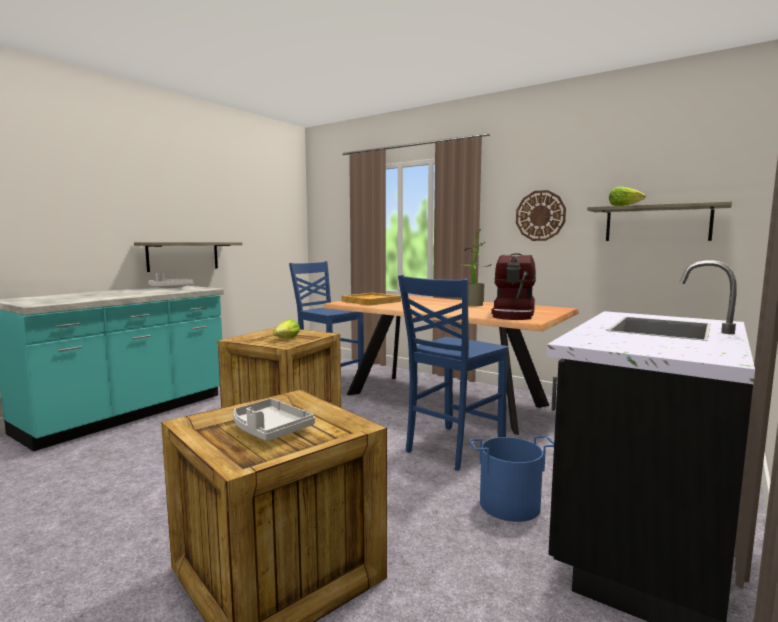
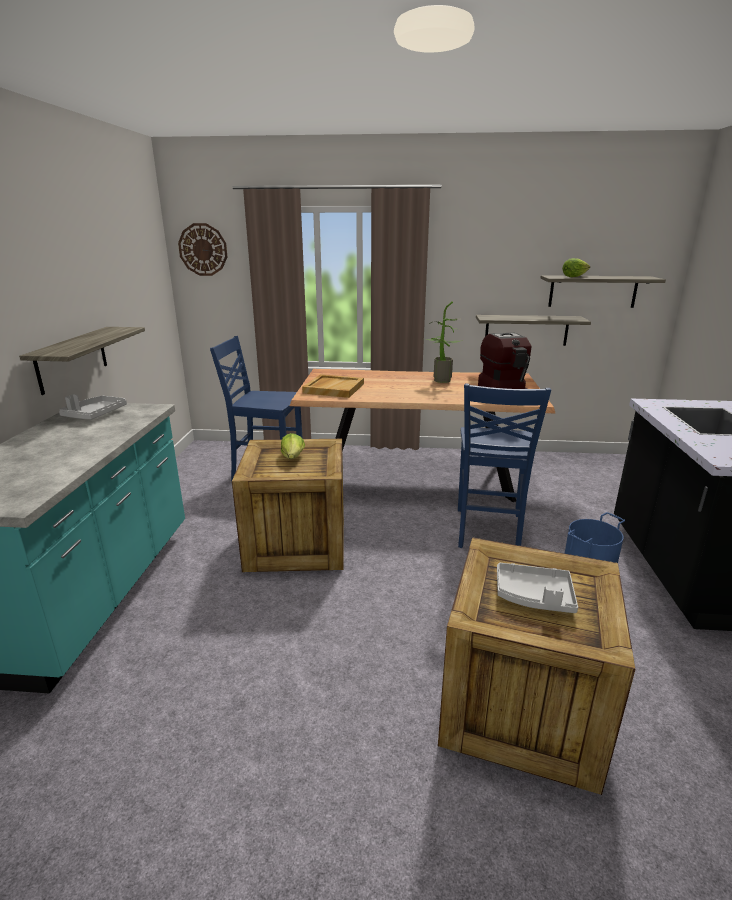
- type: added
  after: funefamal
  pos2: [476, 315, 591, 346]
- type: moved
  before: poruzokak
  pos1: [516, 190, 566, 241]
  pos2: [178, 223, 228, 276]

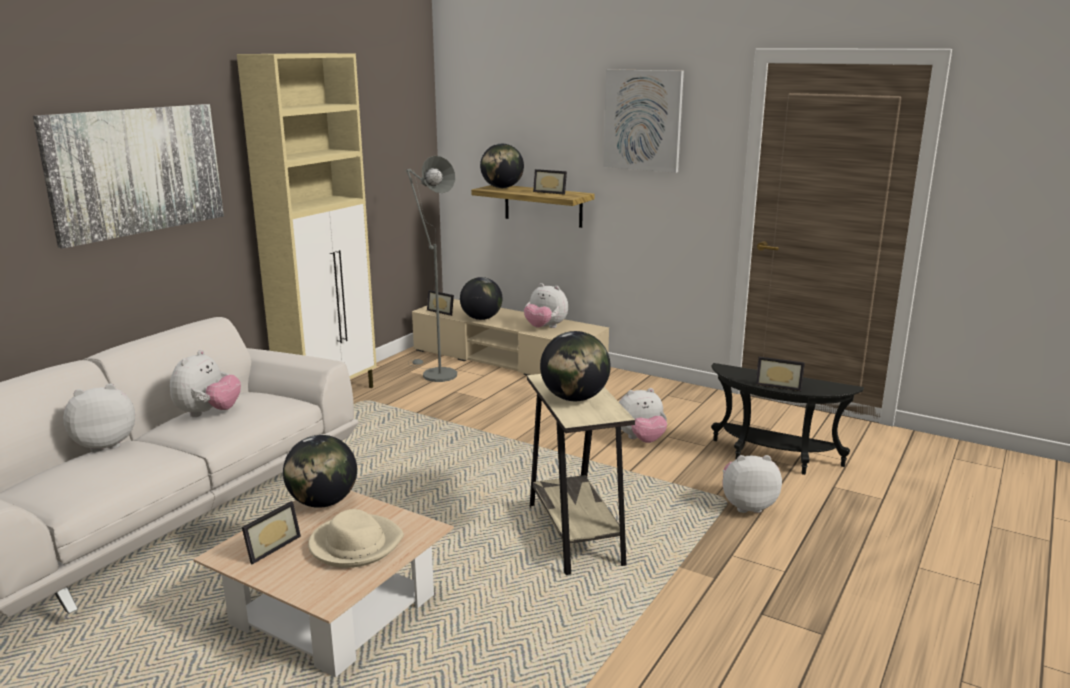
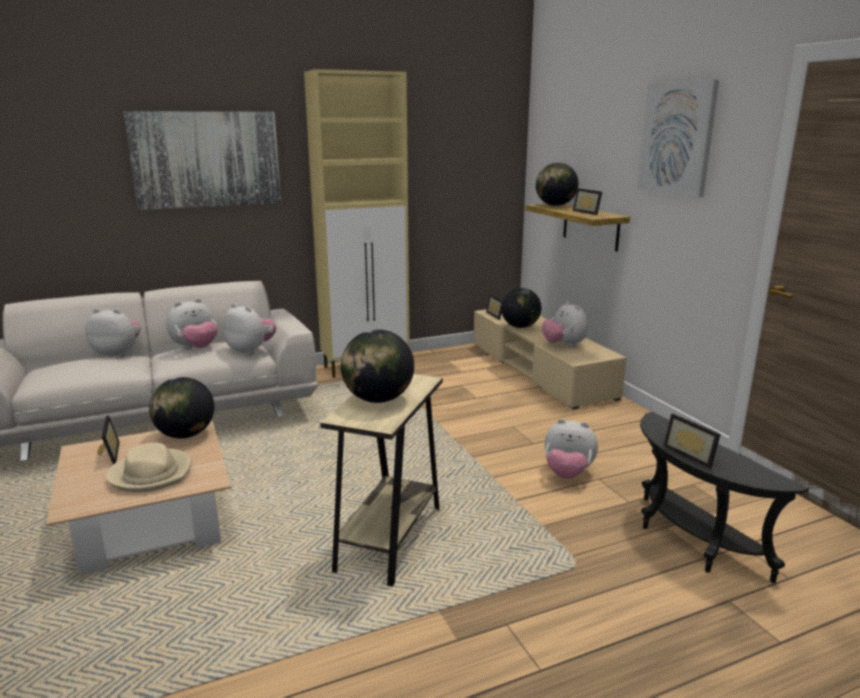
- type: removed
  before: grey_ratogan
  pos1: [406, 156, 457, 382]
- type: moved
  before: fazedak
  pos1: [723, 455, 782, 513]
  pos2: [223, 303, 276, 355]
- type: turned
  before: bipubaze
  pos1: [242, 501, 301, 564]
  pos2: [97, 415, 120, 465]
  turn: -90

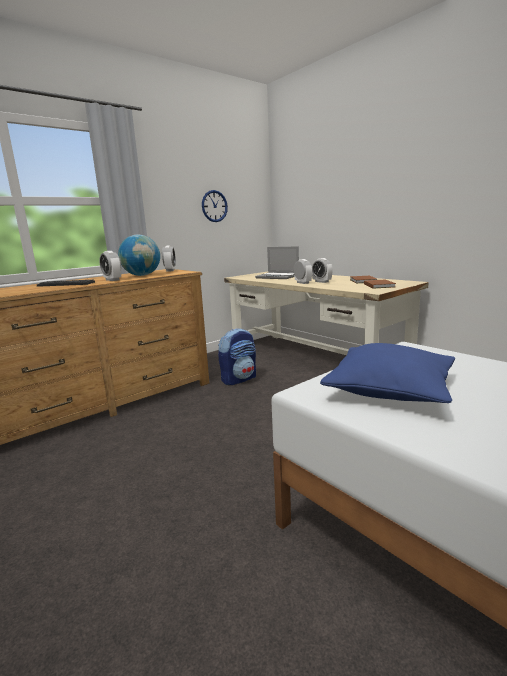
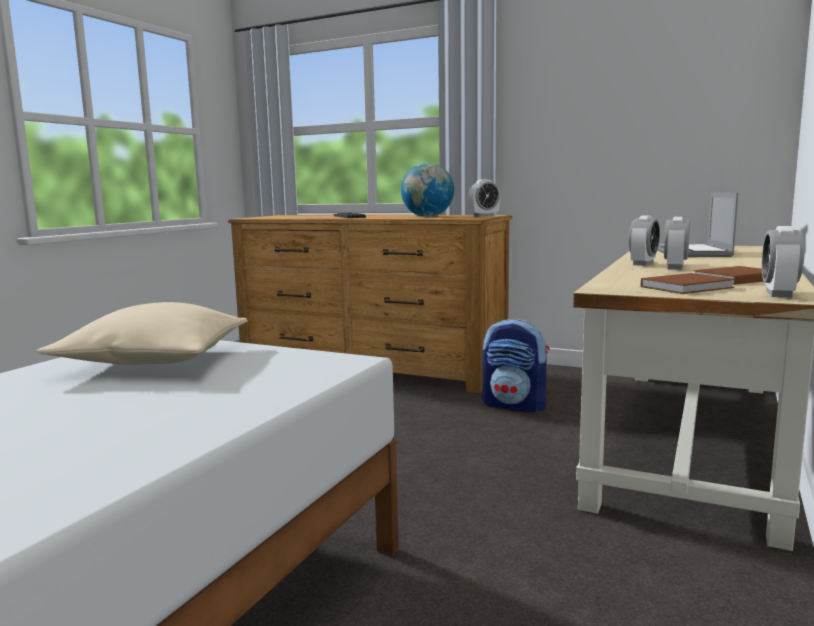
- type: removed
  before: poruzokak
  pos1: [202, 190, 228, 222]
- type: moved
  before: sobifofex
  pos1: [99, 251, 121, 281]
  pos2: [762, 226, 805, 298]
- type: recoloured
  before: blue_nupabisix
  after: beige_nupabisix
  pos1: [320, 343, 455, 403]
  pos2: [36, 302, 248, 365]

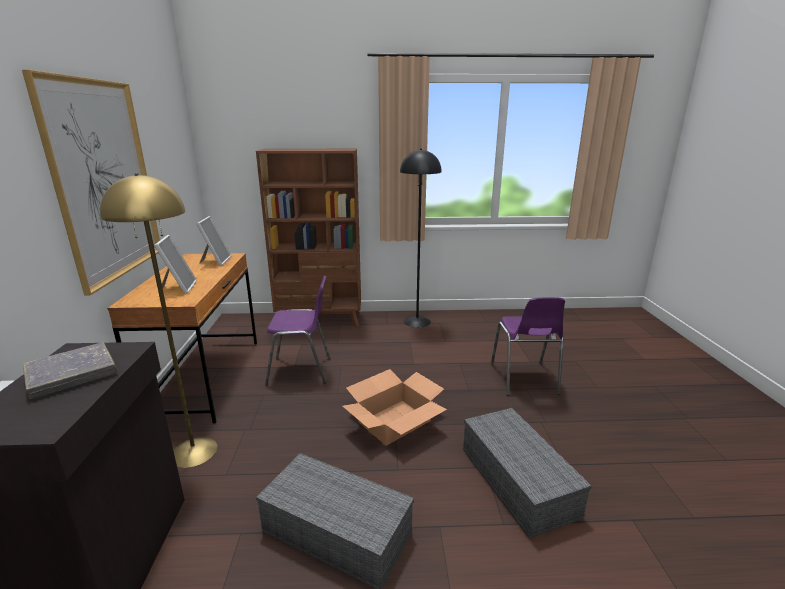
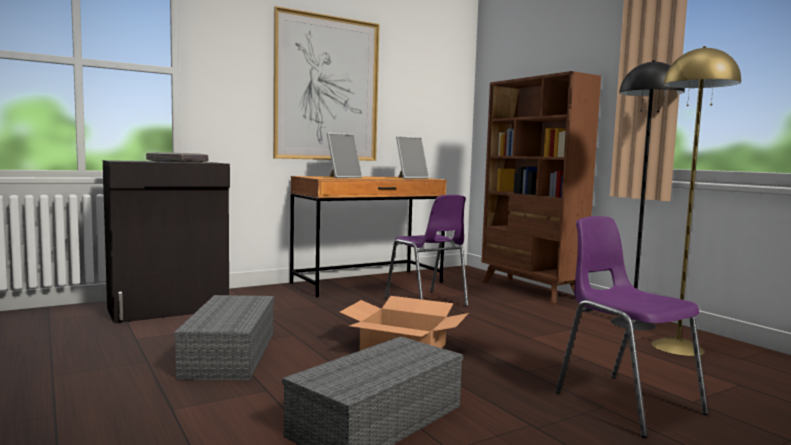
- type: moved
  before: yellow_ratogan
  pos1: [100, 173, 218, 468]
  pos2: [652, 46, 741, 356]
- type: turned
  before: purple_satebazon
  pos1: [491, 297, 565, 396]
  pos2: [555, 216, 709, 438]
  turn: 90

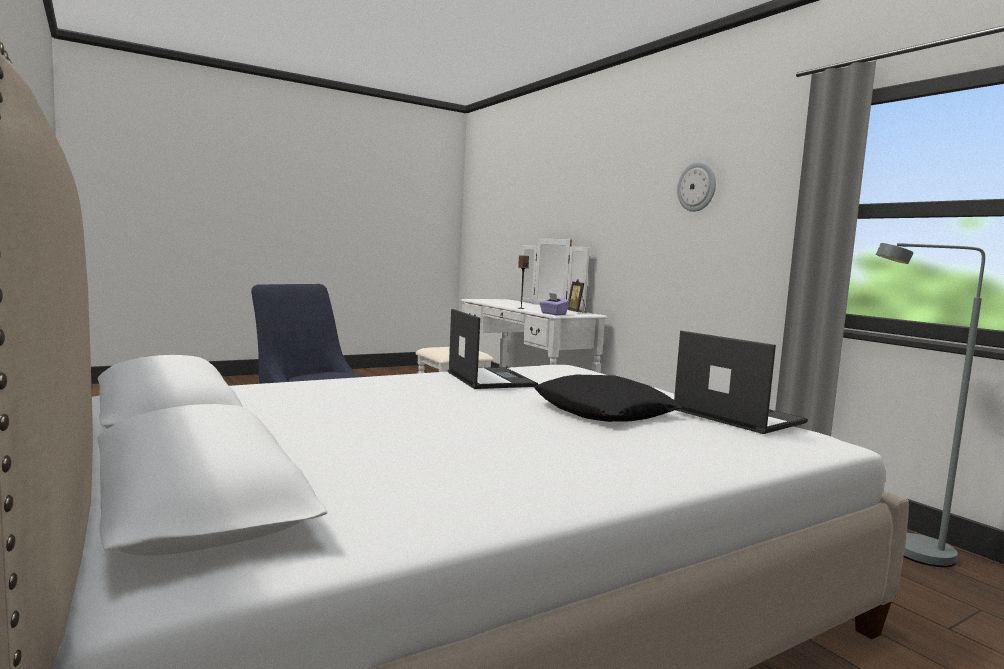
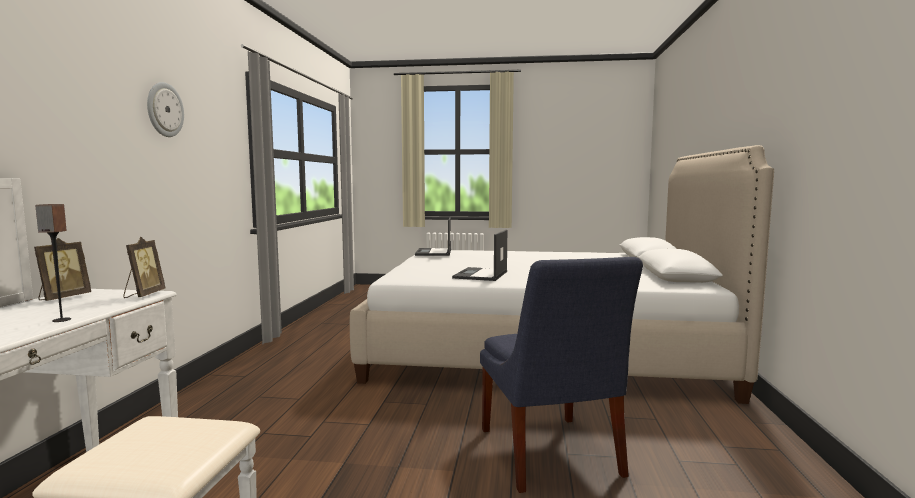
- type: removed
  before: black_nupabisix
  pos1: [534, 375, 682, 422]
- type: removed
  before: grey_ratogan
  pos1: [876, 243, 985, 567]
- type: replaced
  before: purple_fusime
  after: bipubaze
  pos1: [540, 293, 569, 315]
  pos2: [123, 237, 166, 298]

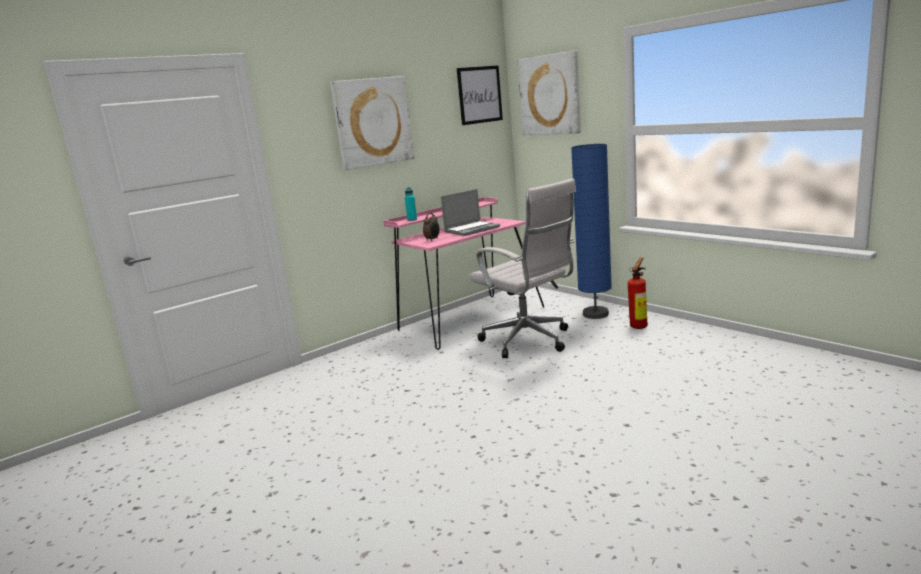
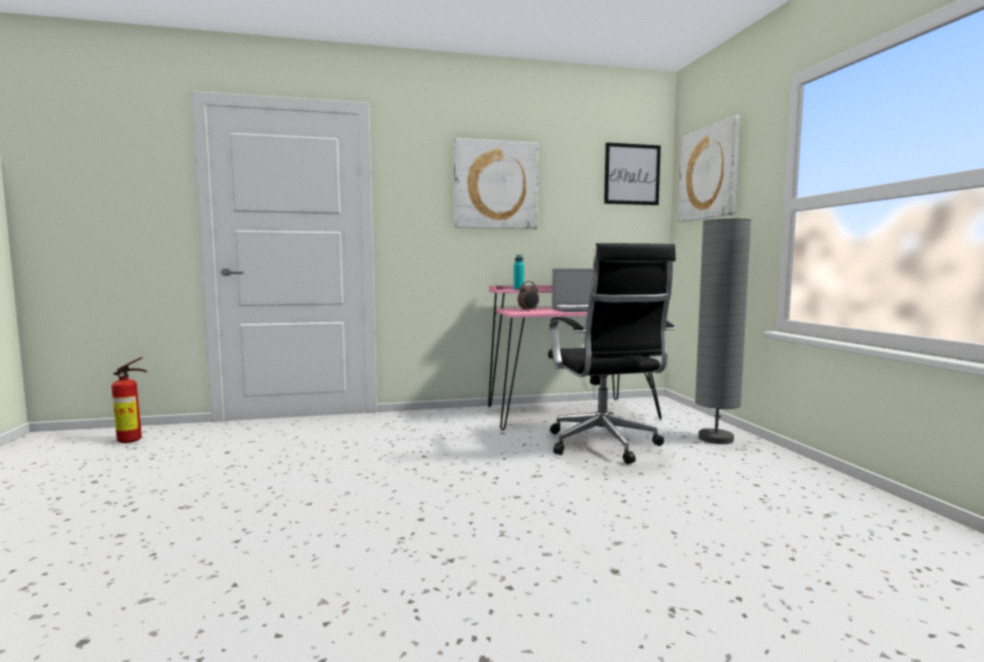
- type: moved
  before: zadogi
  pos1: [628, 258, 648, 329]
  pos2: [111, 357, 147, 443]
- type: recoloured
  before: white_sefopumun
  after: black_sefopumun
  pos1: [469, 178, 576, 358]
  pos2: [548, 243, 676, 464]
- type: recoloured
  before: blue_ratogan
  after: grey_ratogan
  pos1: [571, 144, 612, 319]
  pos2: [695, 218, 751, 444]

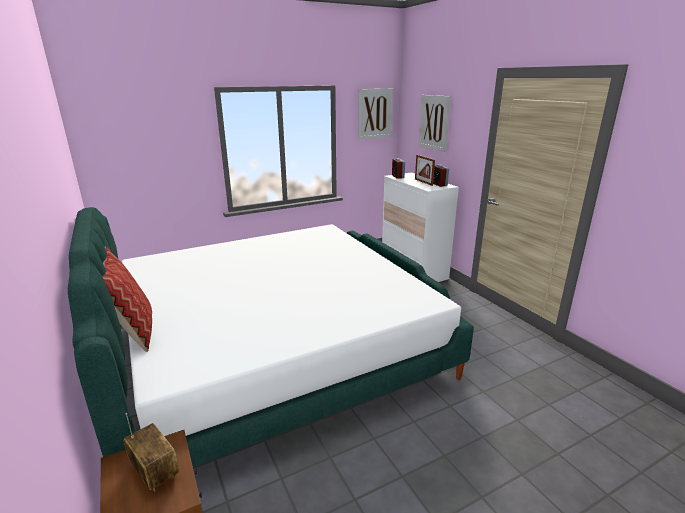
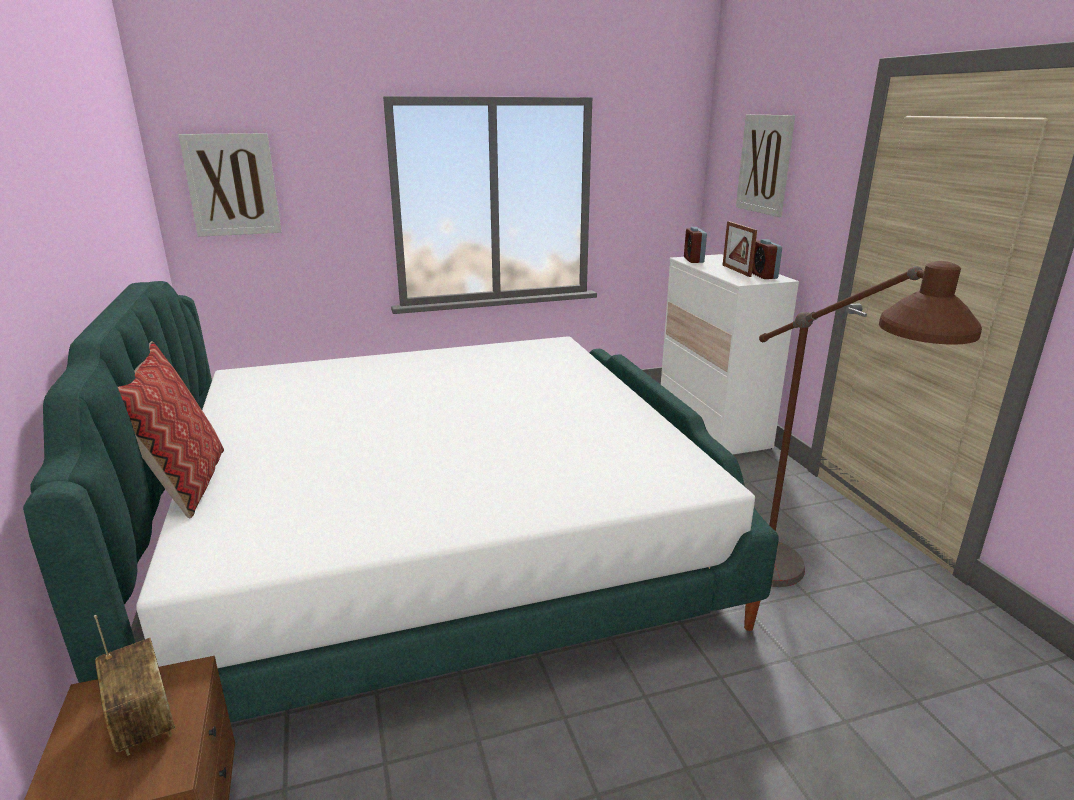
- type: added
  after: brown_ratogan
  pos2: [759, 261, 982, 587]
- type: moved
  before: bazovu
  pos1: [358, 89, 393, 140]
  pos2: [178, 133, 281, 237]

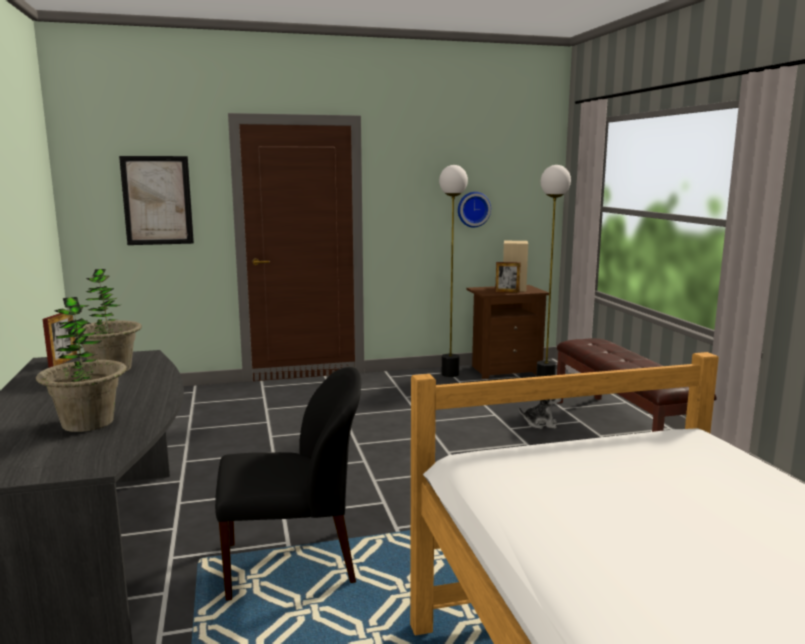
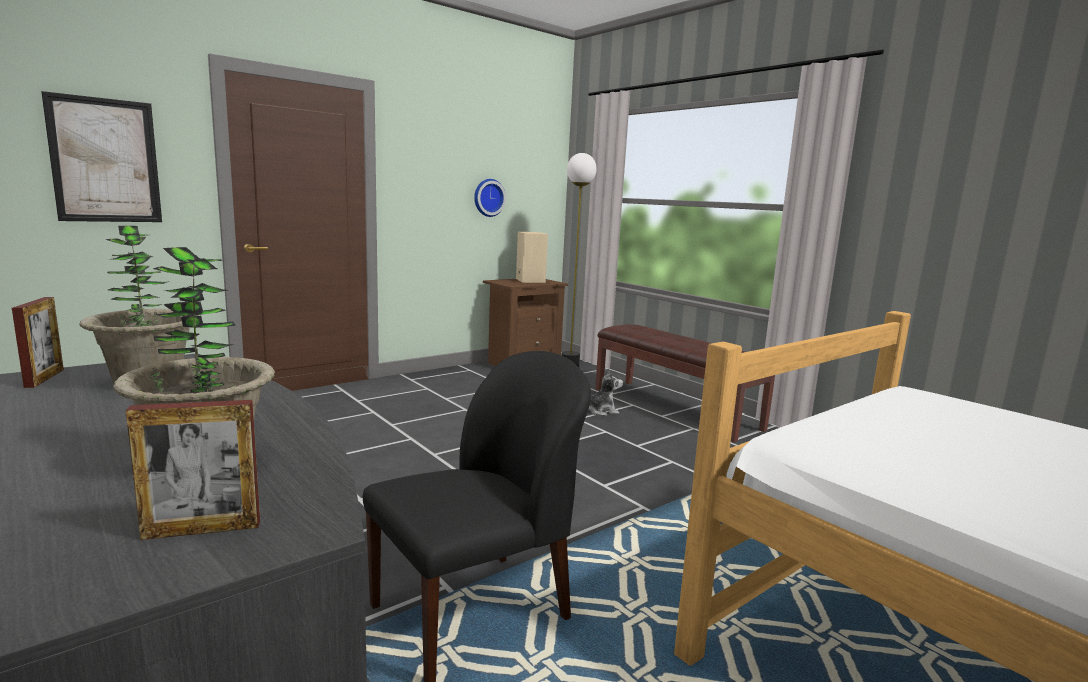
- type: removed
  before: ratogan
  pos1: [439, 165, 468, 377]
- type: moved
  before: bipubaze
  pos1: [495, 262, 521, 293]
  pos2: [126, 400, 260, 540]

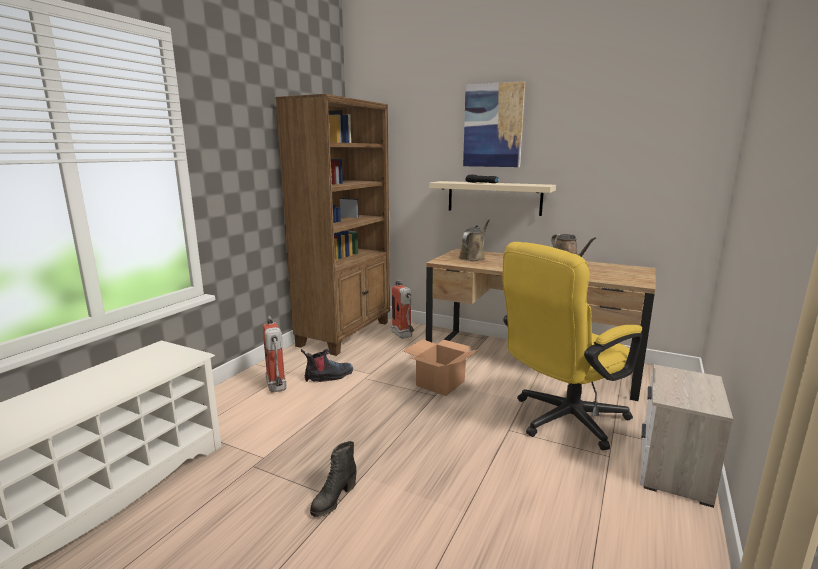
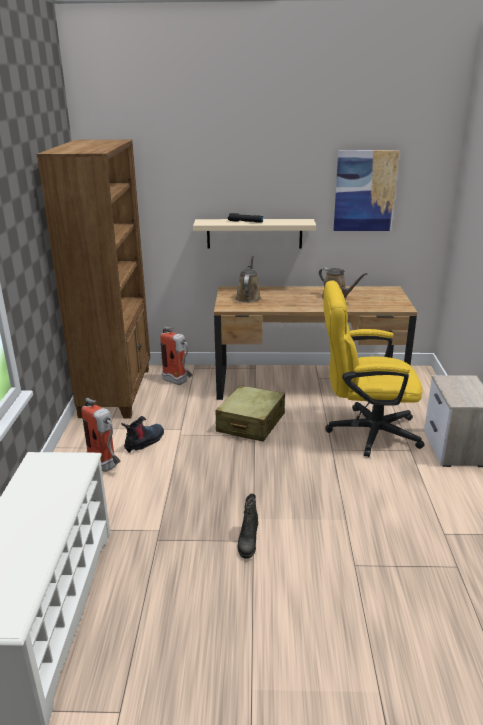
- type: moved
  before: bazovu
  pos1: [463, 81, 525, 167]
  pos2: [334, 150, 399, 231]
- type: replaced
  before: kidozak
  after: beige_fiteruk
  pos1: [403, 339, 479, 396]
  pos2: [215, 385, 285, 442]
- type: turned
  before: yellow_sefopumun
  pos1: [502, 242, 642, 450]
  pos2: [323, 280, 425, 457]
  turn: 60

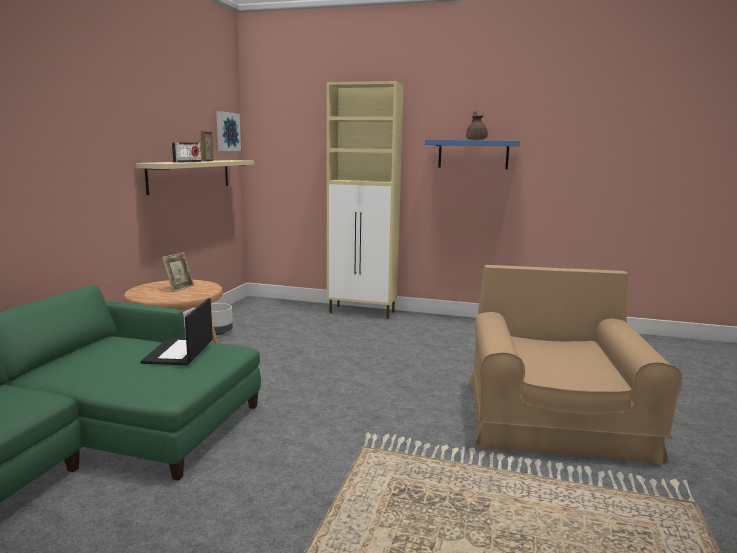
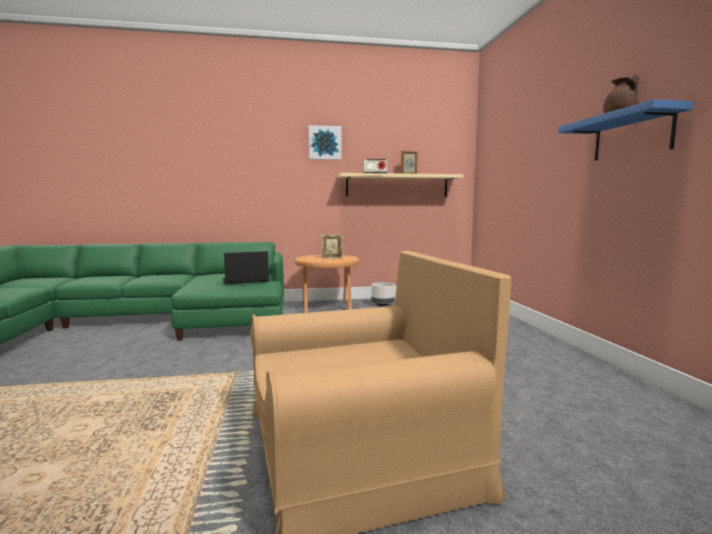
- type: removed
  before: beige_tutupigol
  pos1: [327, 81, 404, 319]
- type: moved
  before: bazovu
  pos1: [216, 111, 241, 151]
  pos2: [309, 125, 342, 160]

